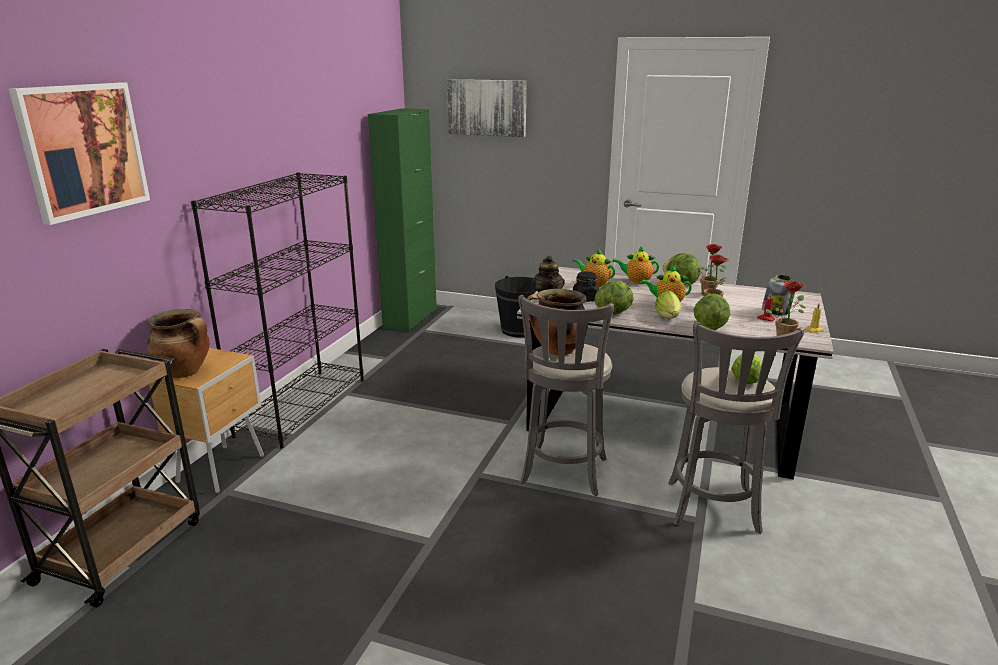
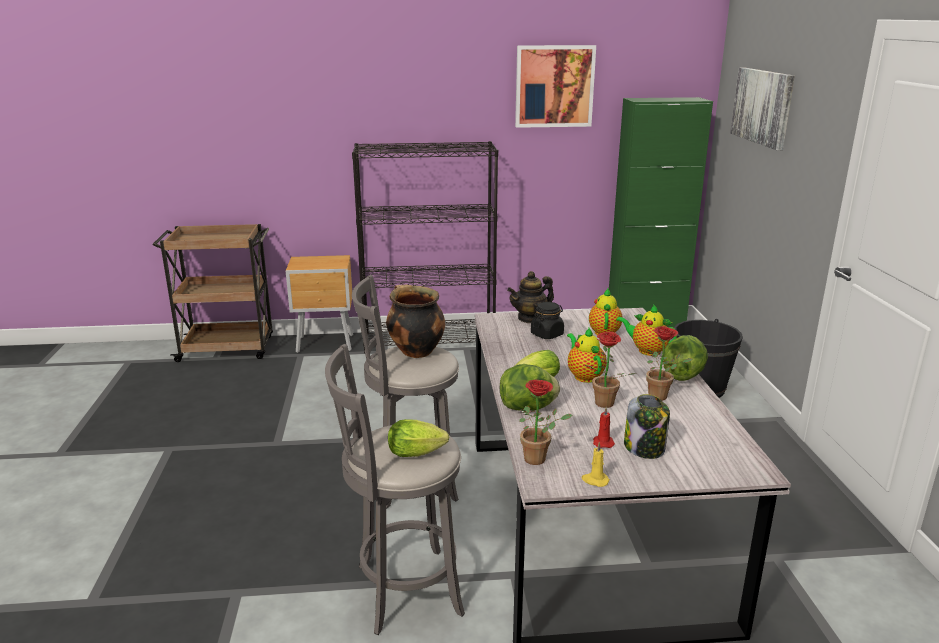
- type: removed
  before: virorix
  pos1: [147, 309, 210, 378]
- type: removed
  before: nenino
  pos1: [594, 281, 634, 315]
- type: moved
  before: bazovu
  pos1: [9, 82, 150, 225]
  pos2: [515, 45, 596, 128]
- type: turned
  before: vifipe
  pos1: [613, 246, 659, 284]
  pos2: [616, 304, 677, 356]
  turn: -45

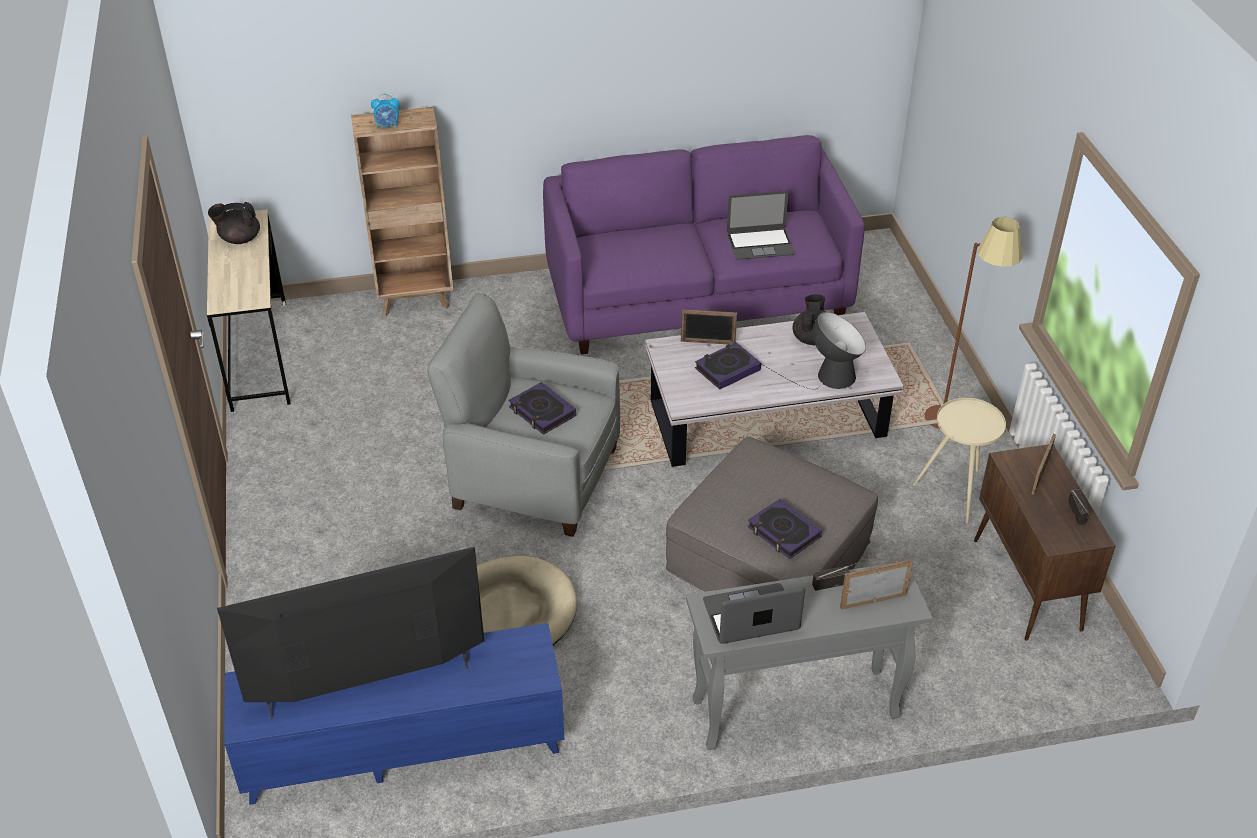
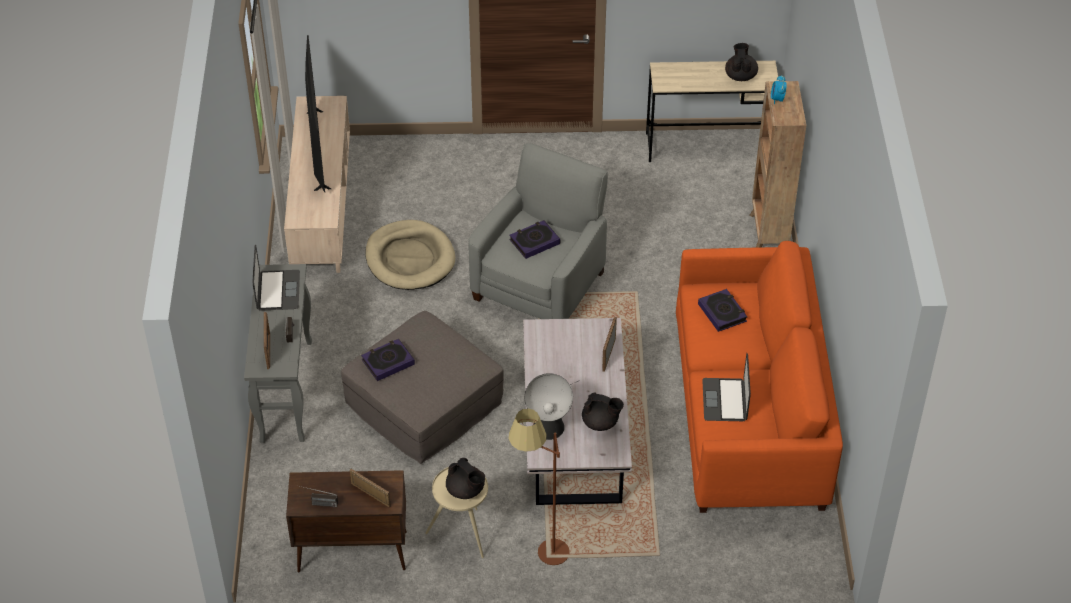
- type: added
  after: black_vifipe
  pos2: [446, 458, 485, 499]
- type: moved
  before: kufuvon
  pos1: [695, 342, 761, 389]
  pos2: [698, 289, 747, 332]
- type: recoloured
  before: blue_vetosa
  after: beige_vetosa
  pos1: [224, 623, 564, 805]
  pos2: [284, 96, 350, 273]
- type: recoloured
  before: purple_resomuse
  after: orange_resomuse
  pos1: [543, 135, 865, 354]
  pos2: [676, 241, 843, 513]

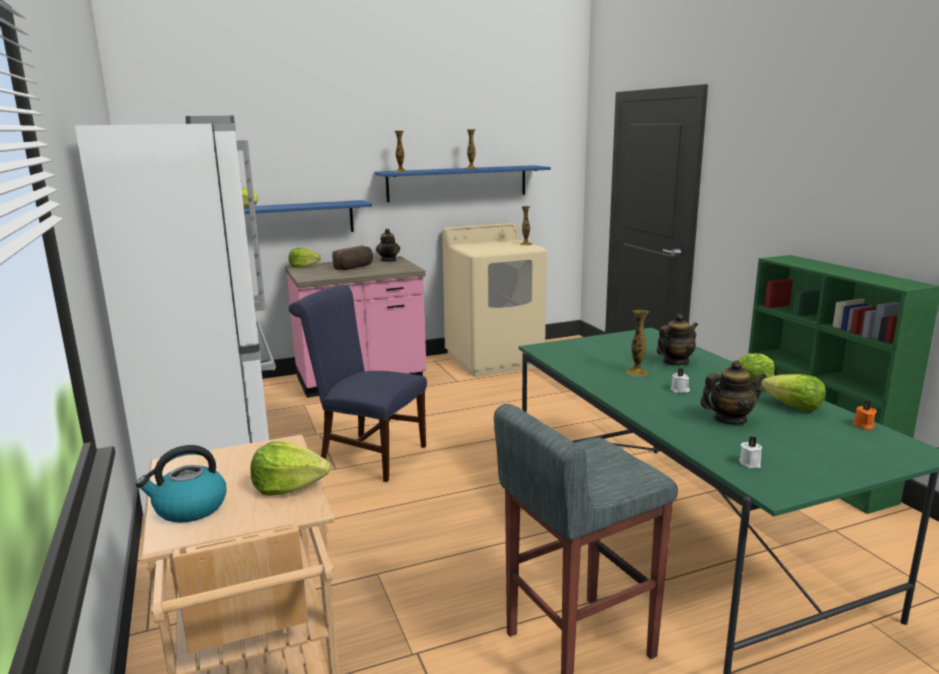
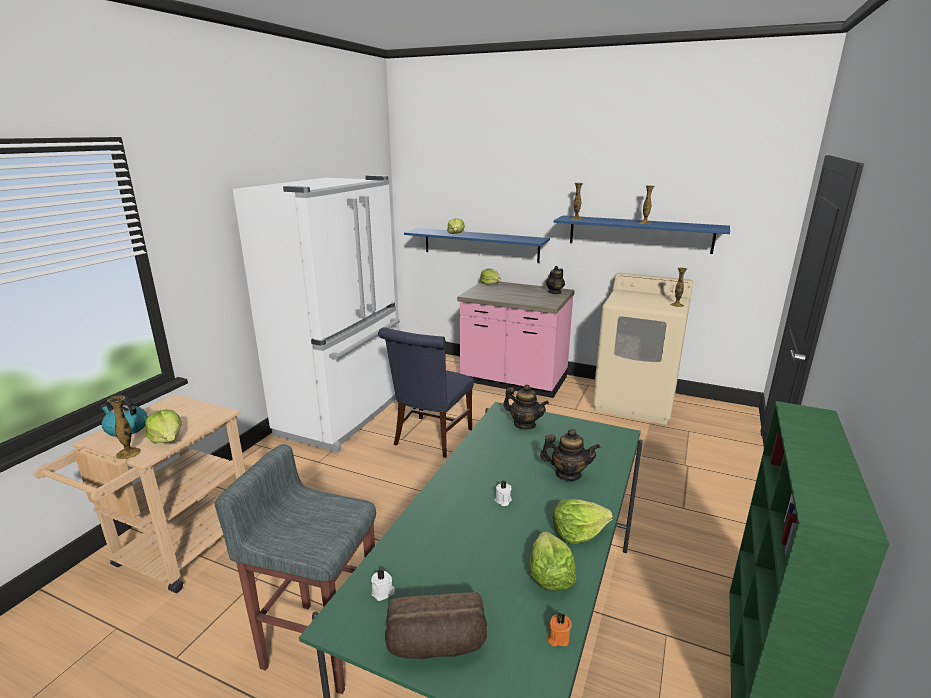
- type: moved
  before: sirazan
  pos1: [332, 246, 373, 270]
  pos2: [385, 592, 487, 659]
- type: moved
  before: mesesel
  pos1: [626, 310, 649, 376]
  pos2: [107, 396, 141, 459]
- type: moved
  before: vifipe
  pos1: [700, 360, 766, 425]
  pos2: [503, 384, 549, 429]
- type: turned
  before: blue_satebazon
  pos1: [289, 284, 427, 482]
  pos2: [378, 327, 474, 458]
  turn: -135

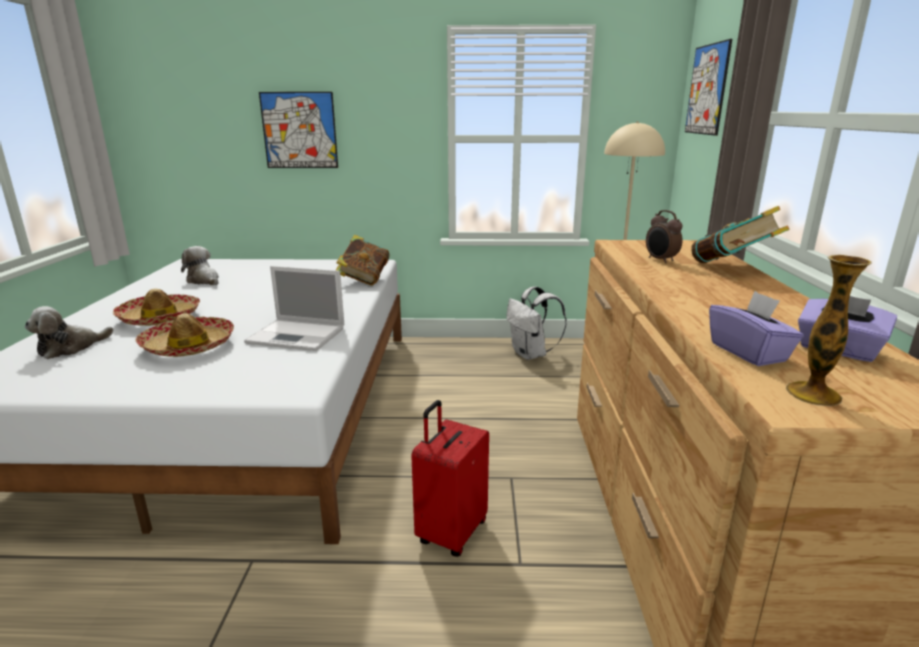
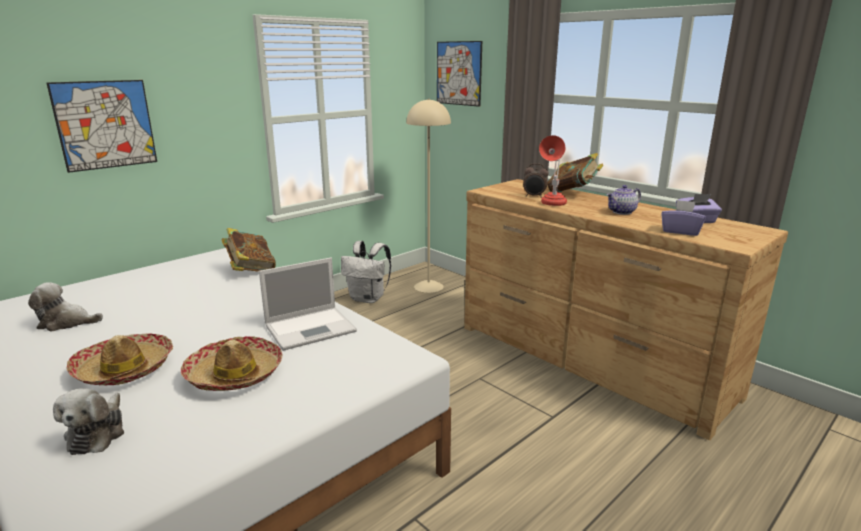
- type: removed
  before: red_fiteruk
  pos1: [411, 400, 489, 557]
- type: removed
  before: mesesel
  pos1: [786, 255, 872, 406]
- type: added
  after: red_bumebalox
  pos2: [539, 135, 567, 206]
- type: added
  after: vifipe
  pos2: [607, 185, 641, 215]

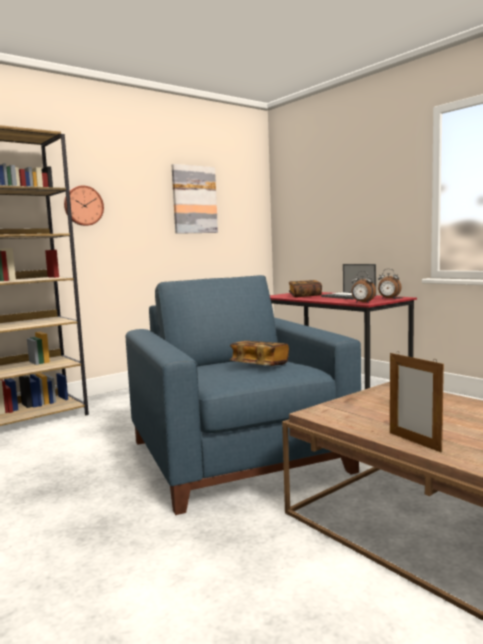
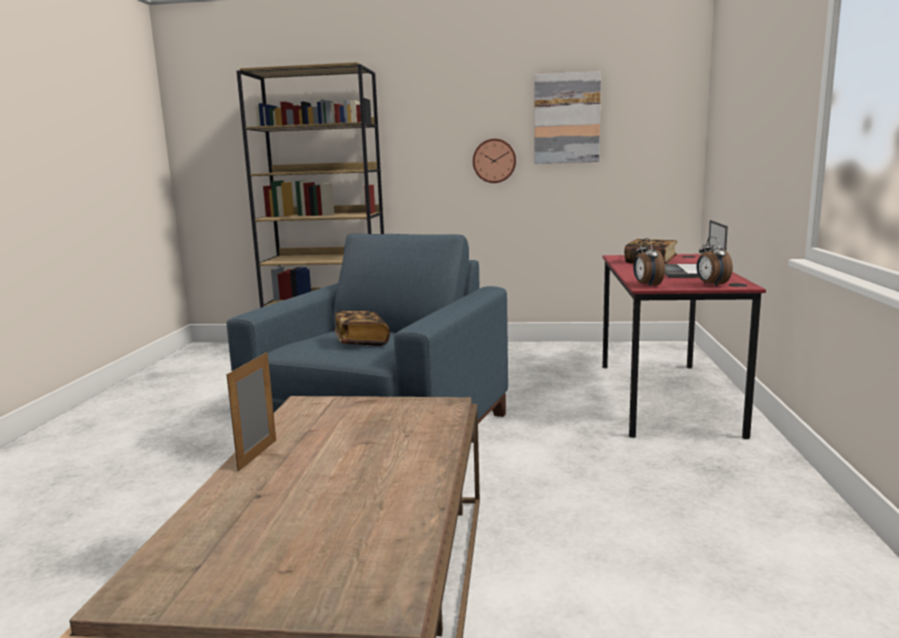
- type: moved
  before: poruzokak
  pos1: [64, 185, 104, 226]
  pos2: [473, 139, 516, 183]

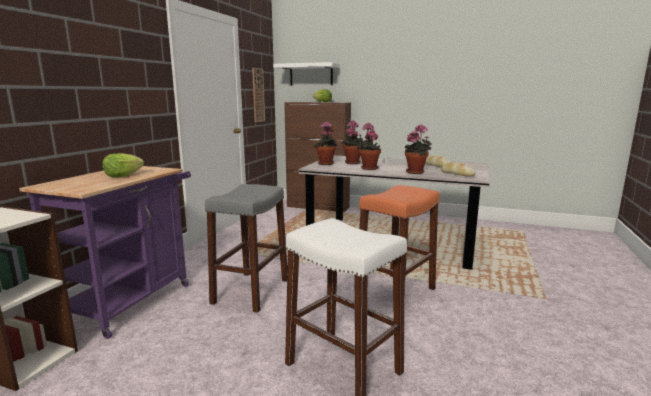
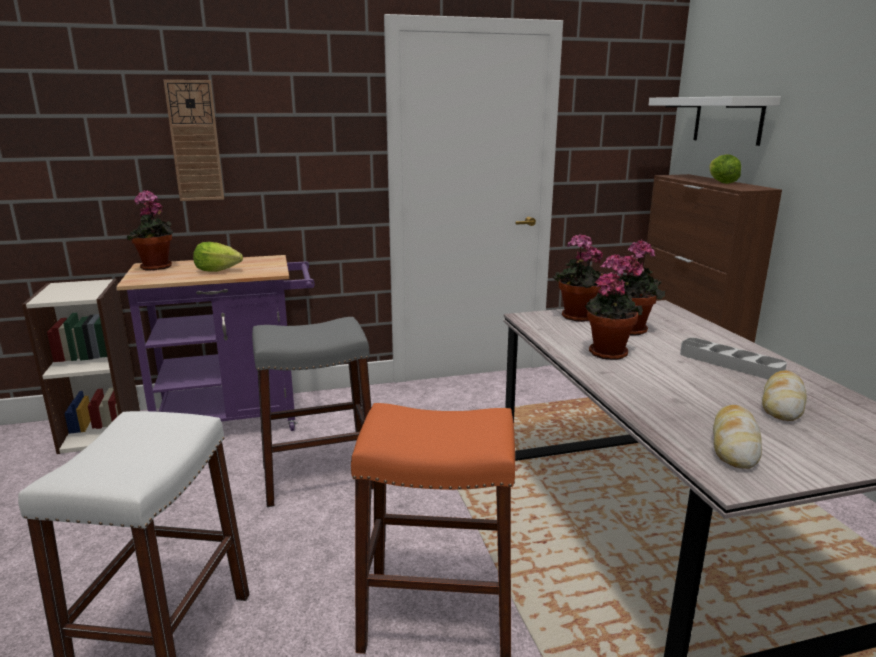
- type: moved
  before: poruzokak
  pos1: [252, 68, 265, 122]
  pos2: [164, 80, 224, 201]
- type: moved
  before: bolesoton
  pos1: [405, 125, 432, 174]
  pos2: [127, 190, 173, 271]

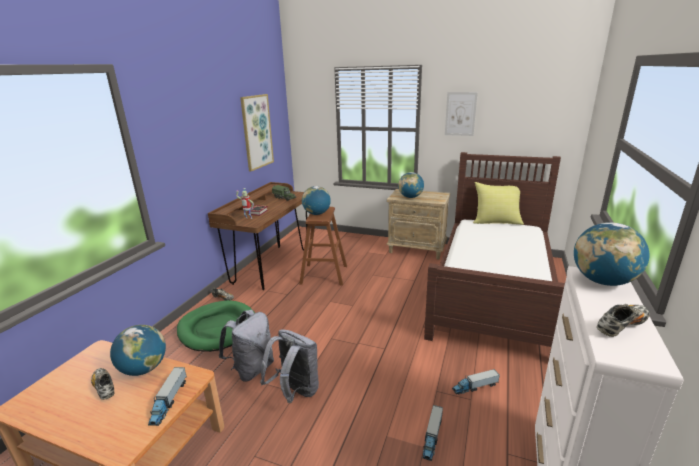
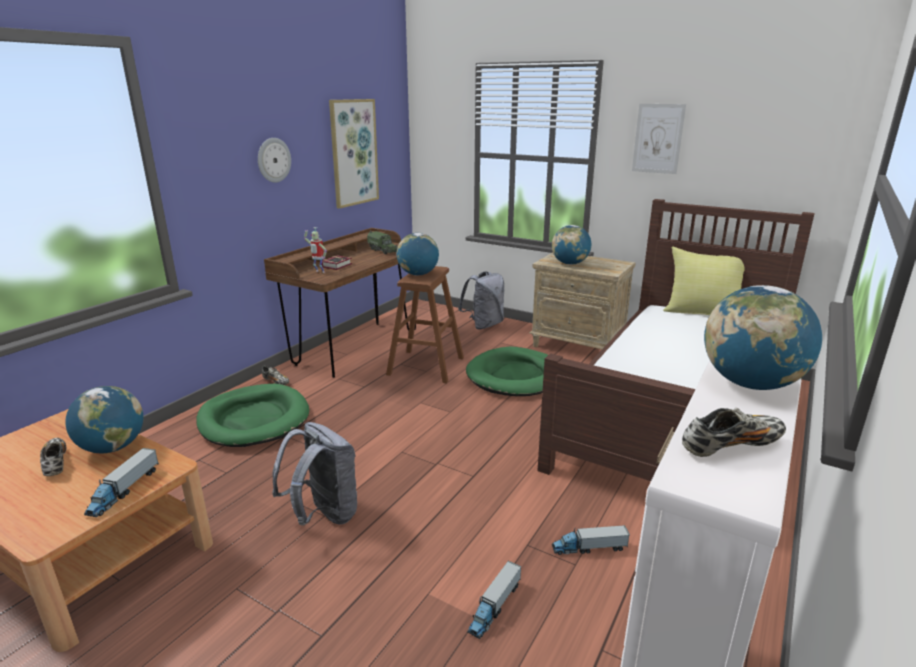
- type: added
  after: poruzokak
  pos2: [258, 138, 291, 183]
- type: added
  after: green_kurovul
  pos2: [466, 347, 548, 396]
- type: moved
  before: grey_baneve
  pos1: [219, 310, 274, 382]
  pos2: [458, 271, 504, 329]

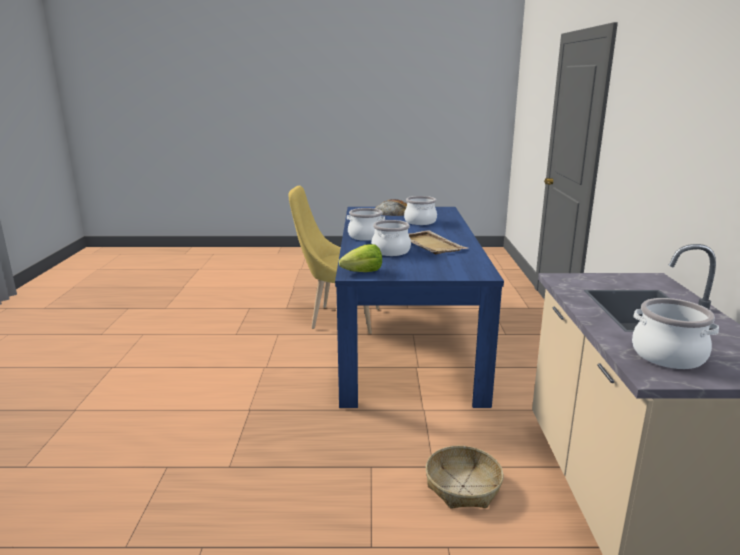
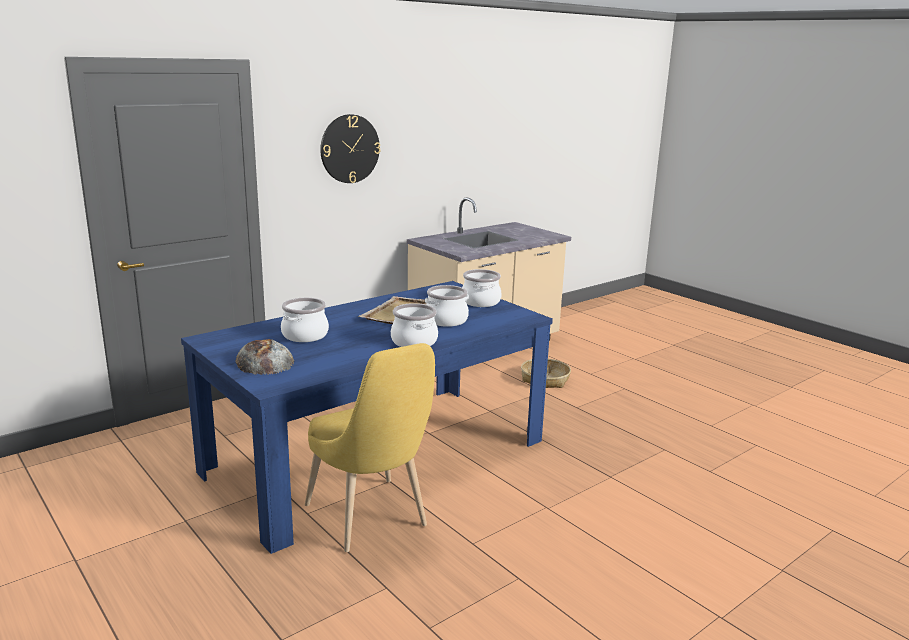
- type: removed
  before: nenino
  pos1: [339, 244, 382, 272]
- type: added
  after: poruzokak
  pos2: [320, 114, 380, 183]
- type: moved
  before: virorix
  pos1: [632, 298, 719, 369]
  pos2: [462, 269, 502, 307]

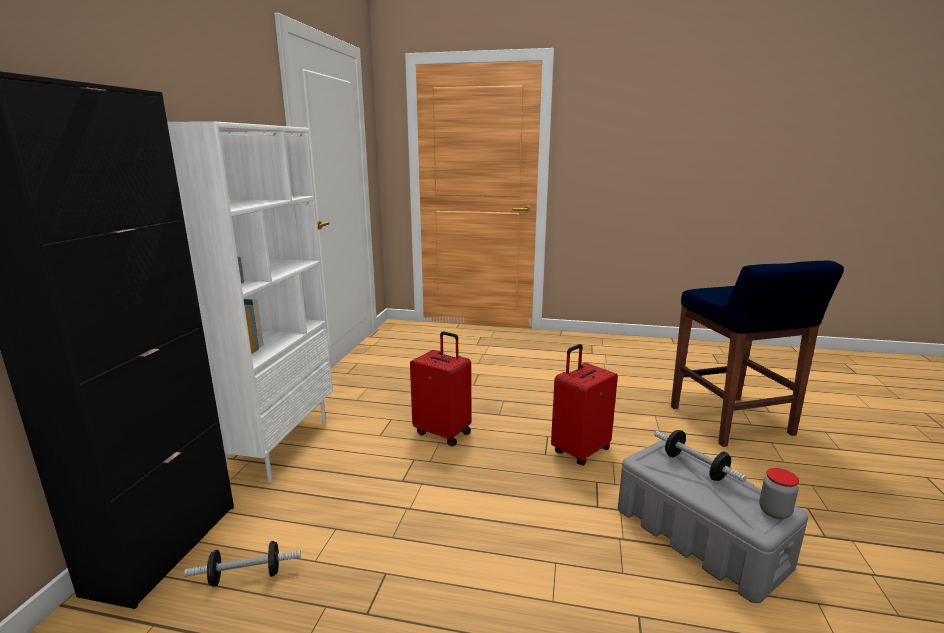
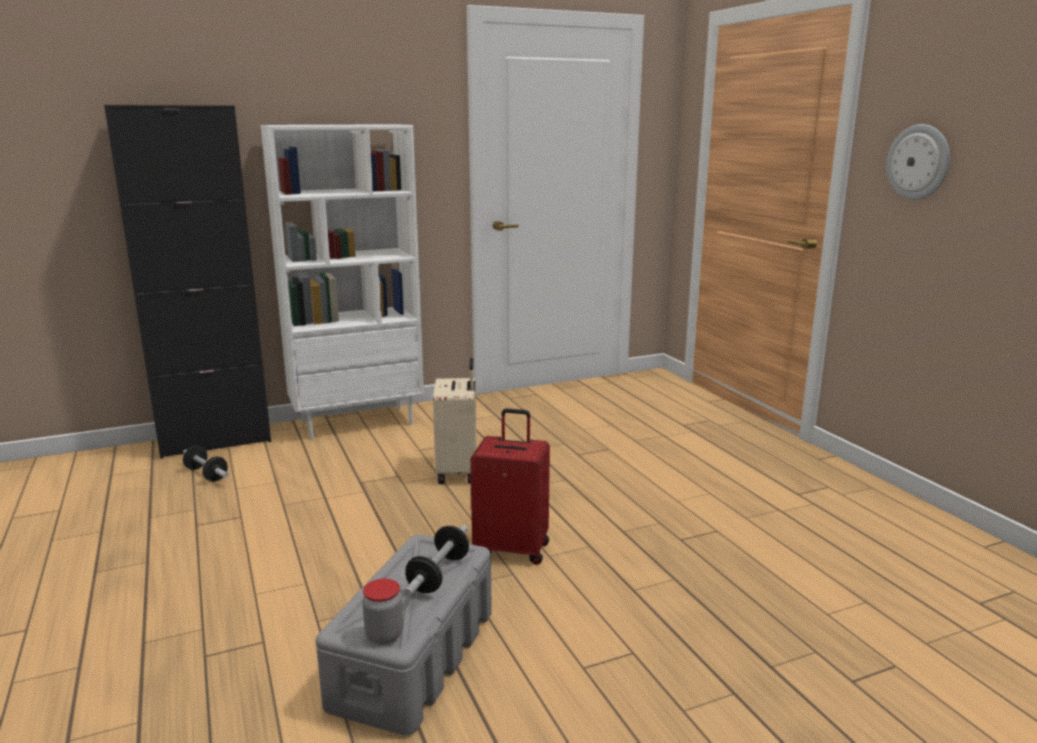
- type: removed
  before: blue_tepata
  pos1: [671, 260, 844, 447]
- type: added
  after: poruzokak
  pos2: [886, 124, 950, 200]
- type: recoloured
  before: red_fiteruk
  after: beige_fiteruk
  pos1: [410, 331, 471, 447]
  pos2: [433, 358, 477, 484]

